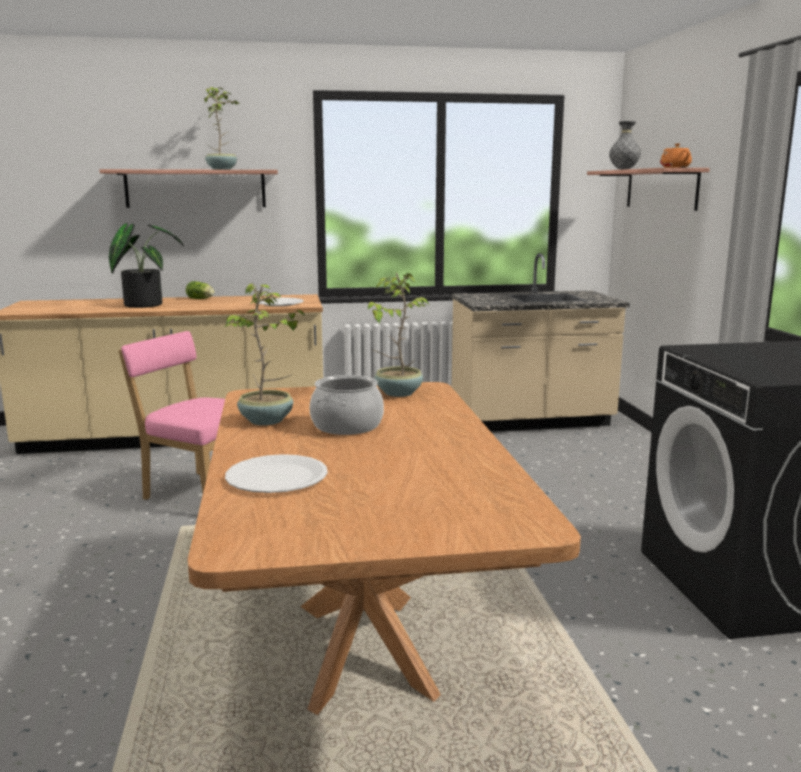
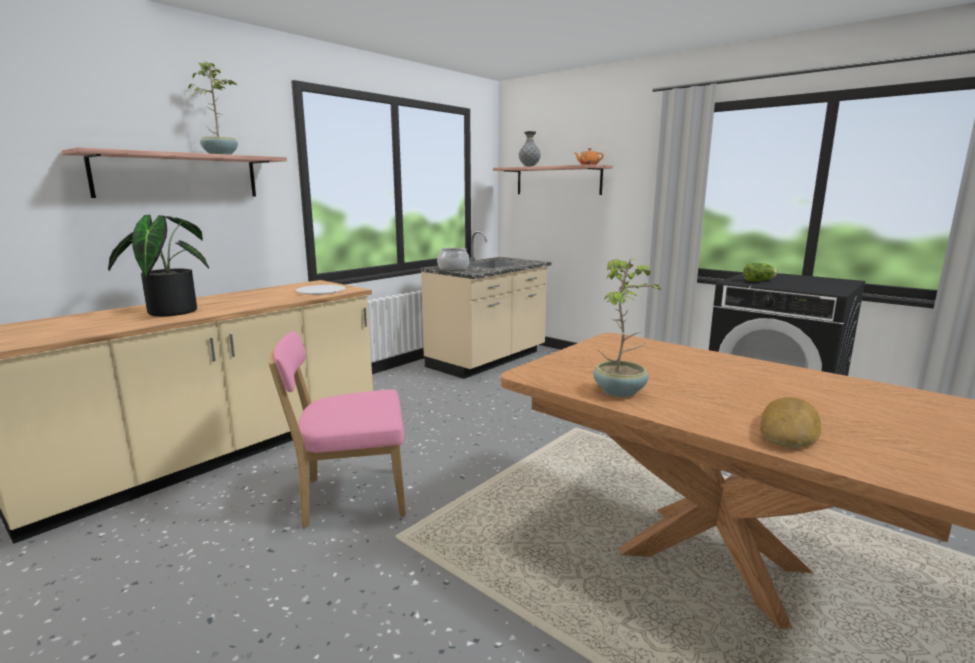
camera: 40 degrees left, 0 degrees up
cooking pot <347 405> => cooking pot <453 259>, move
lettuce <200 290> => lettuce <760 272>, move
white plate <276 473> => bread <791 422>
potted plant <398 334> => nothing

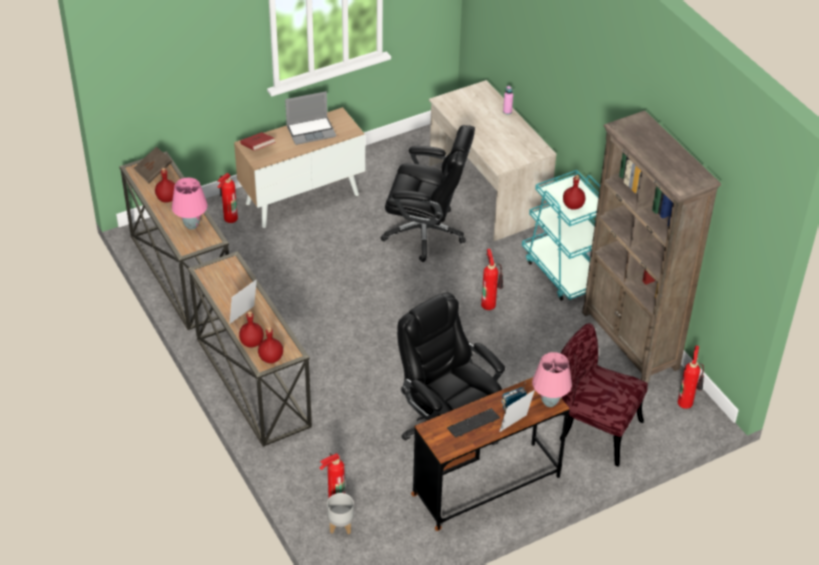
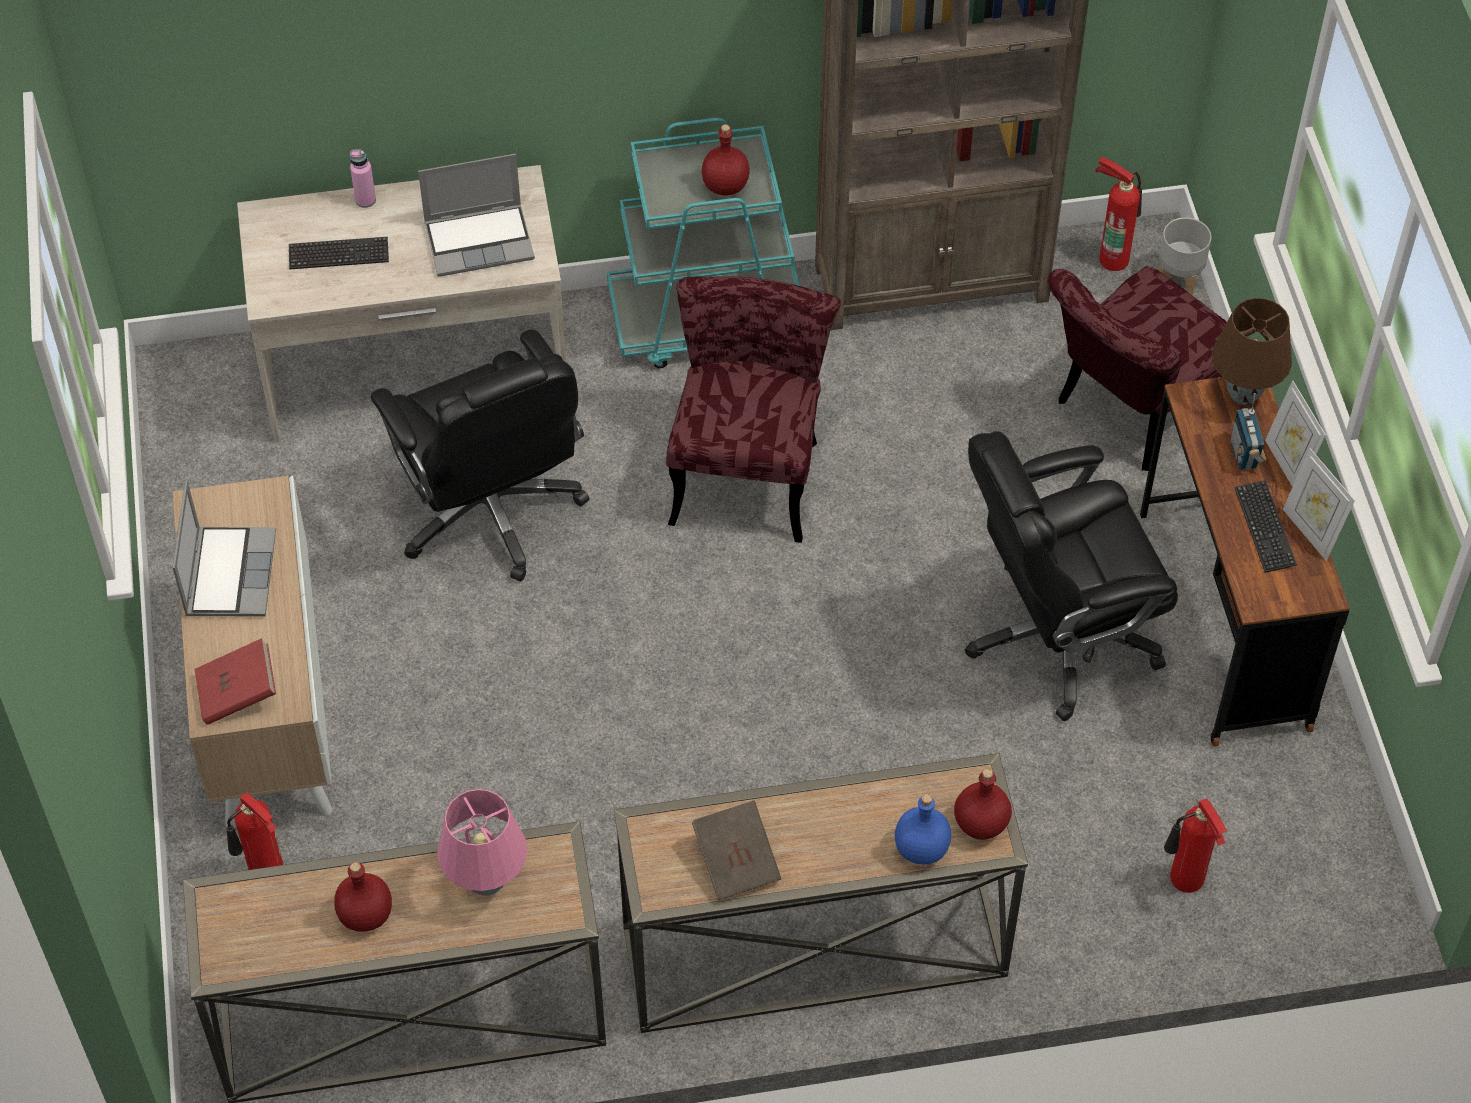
camera: 70 degrees left, 10 degrees up
nothing => keyboard <339 253>
black office chair <427 193> => black office chair <480 455>, 120 degrees clockwise
nothing => laptop <476 215>
fire extinguisher <492 279> => red chair <753 409>
brown book <152 165> => brown book <736 851>, move
red bottle <251 329> => blue bottle <923 829>
grey planter <340 514> => grey planter <1185 256>, move
pink table lamp <552 379> => brown table lamp <1252 351>
picture frame <243 301> => picture frame <1319 504>, move

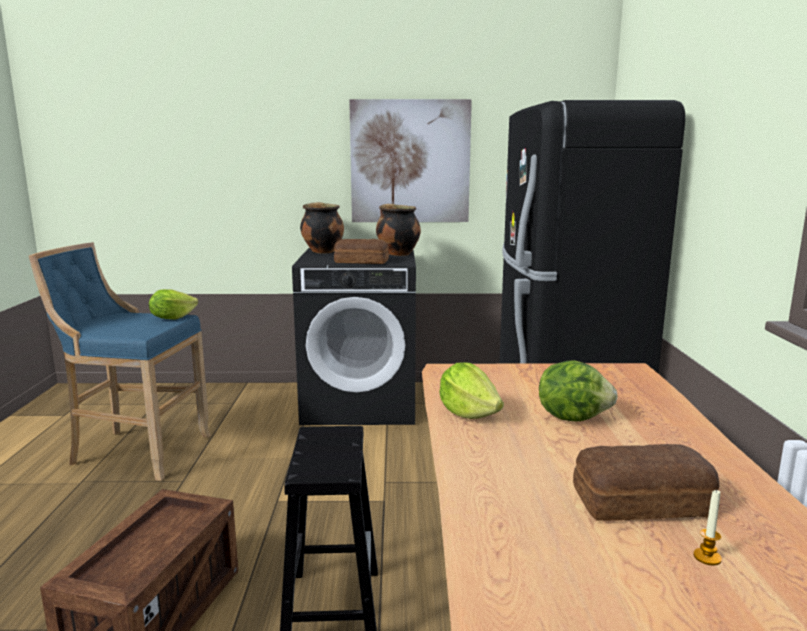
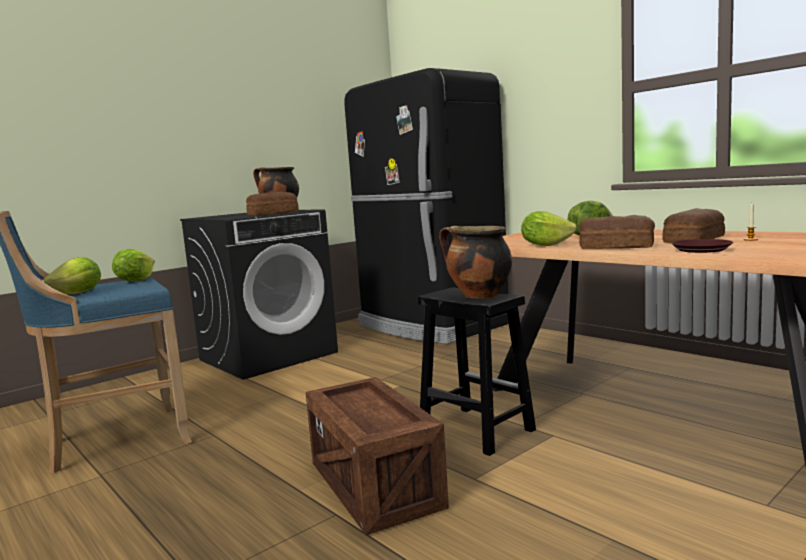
camera: 40 degrees left, 5 degrees down
nothing => lettuce <71 275>
cooking pot <322 227> => cooking pot <475 262>, move
nothing => bread <617 232>
nothing => brown plate <702 246>
picture <410 160> => nothing

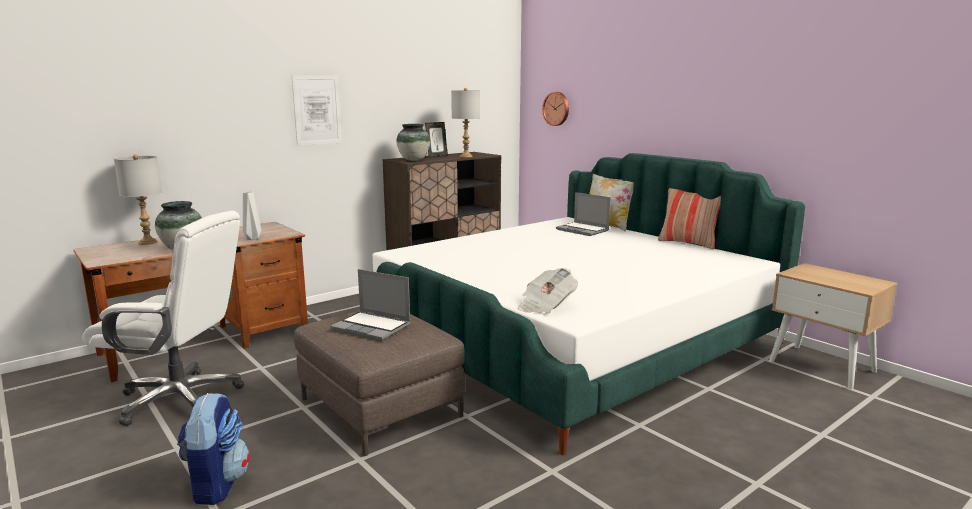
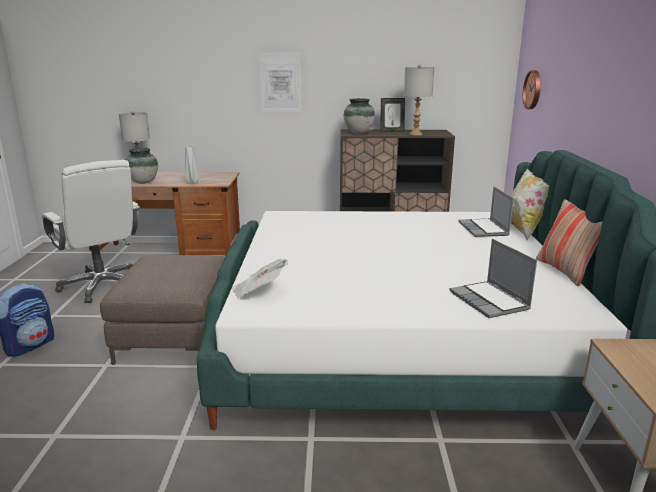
camera: 40 degrees right, 5 degrees up
laptop <371 305> => laptop <493 278>, move

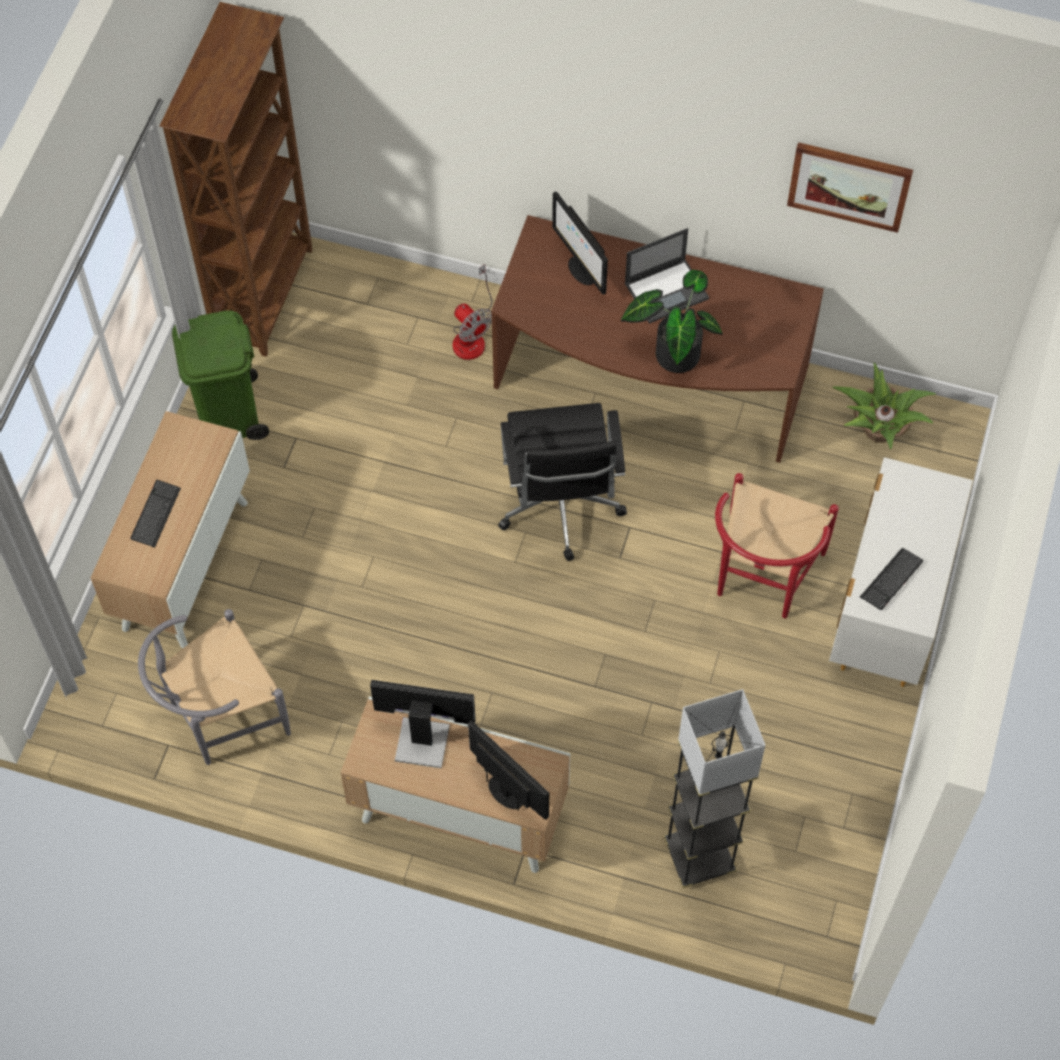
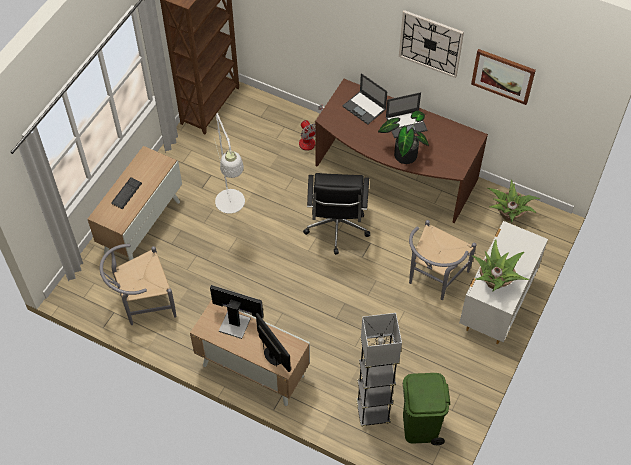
camera: 10 degrees right, 5 degrees down
nothing => white floor lamp <229 163>
monitor <580 243> => laptop <365 99>
nothing => wall clock <431 44>
green trash can <220 375> => green trash can <426 409>, move
red chair <777 545> => grey chair <442 260>
keyboard <891 579> => potted plant <500 265>

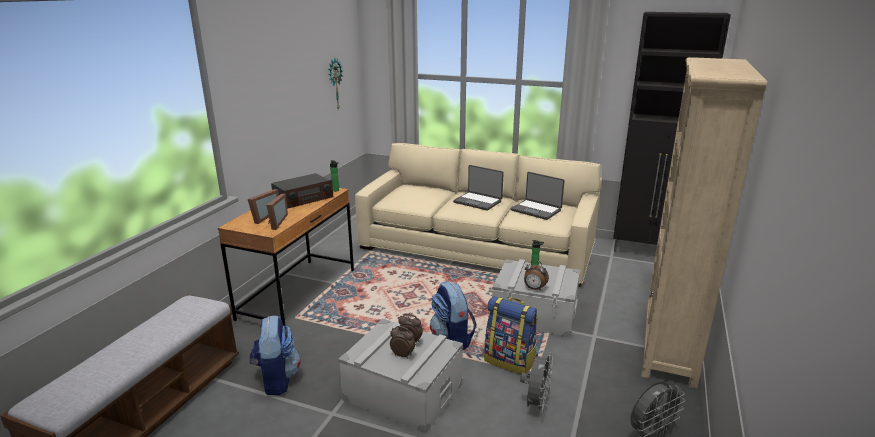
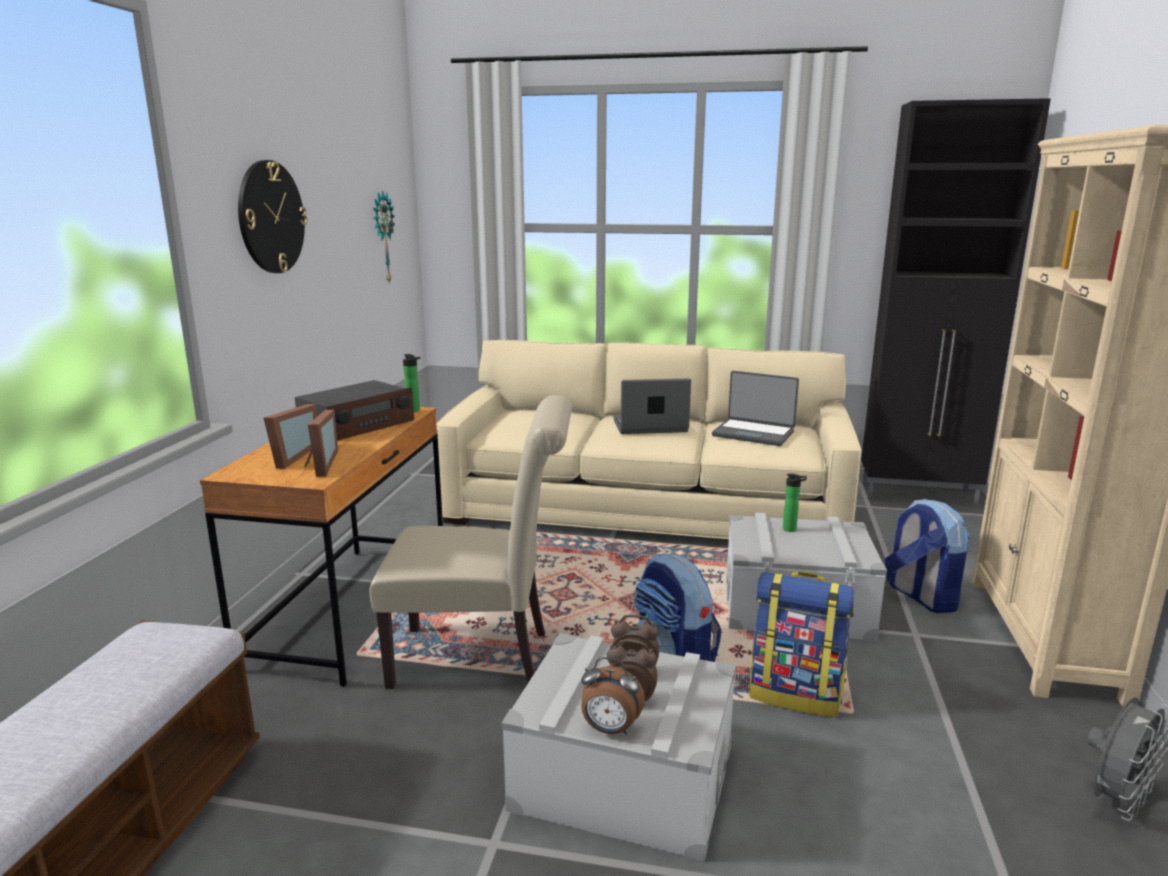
camera: 10 degrees left, 5 degrees down
nothing => wall clock <272 216>
nothing => beige chair <471 542>
alarm clock <536 275> => alarm clock <613 696>, move
laptop <478 188> => laptop <652 406>, 150 degrees clockwise
backpack <275 355> => backpack <927 556>, move
grey fan <536 382> => nothing

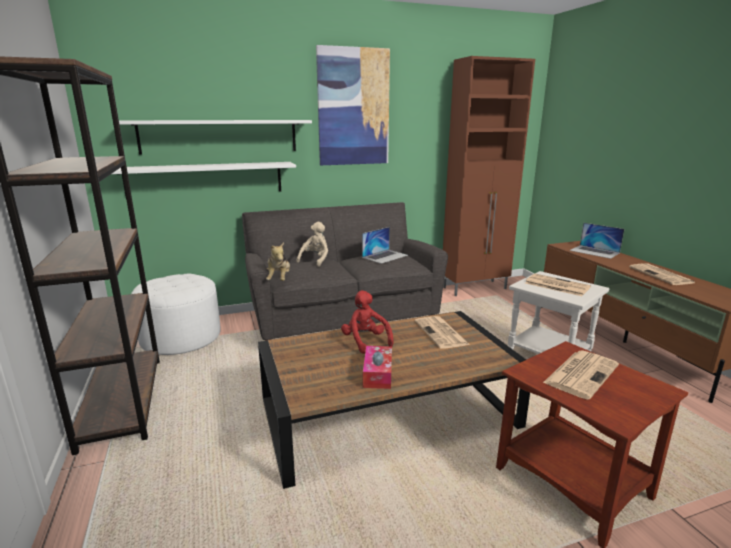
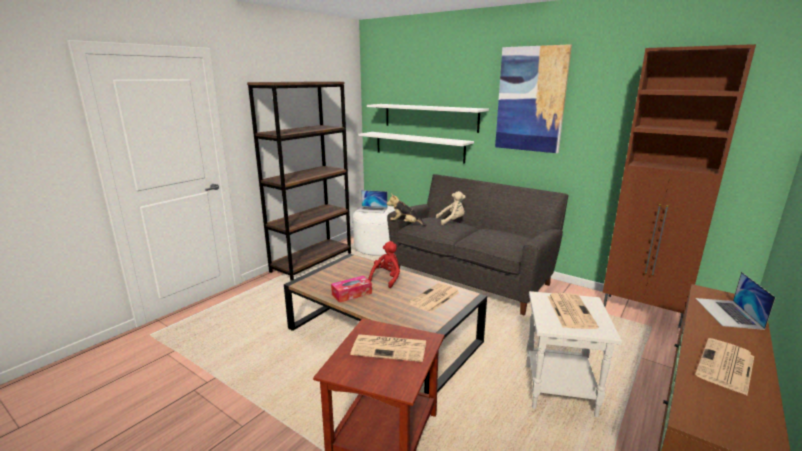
camera: 55 degrees right, 0 degrees up
laptop <385 245> => laptop <372 201>, move
plush toy <278 261> => plush toy <407 210>, 60 degrees clockwise

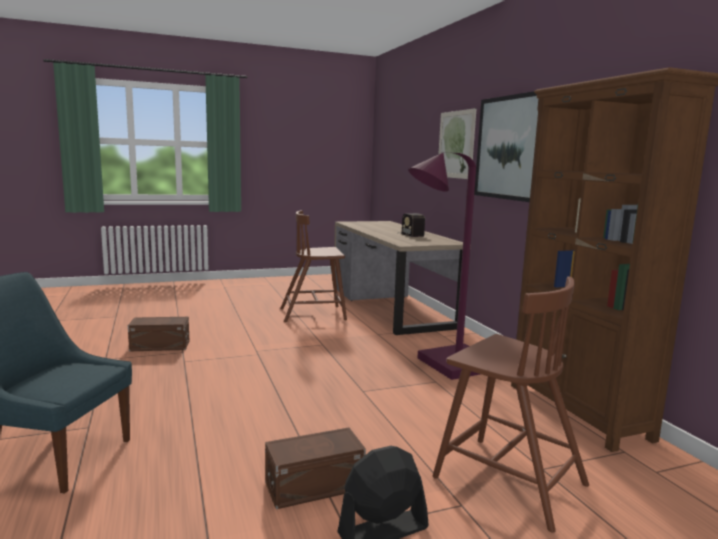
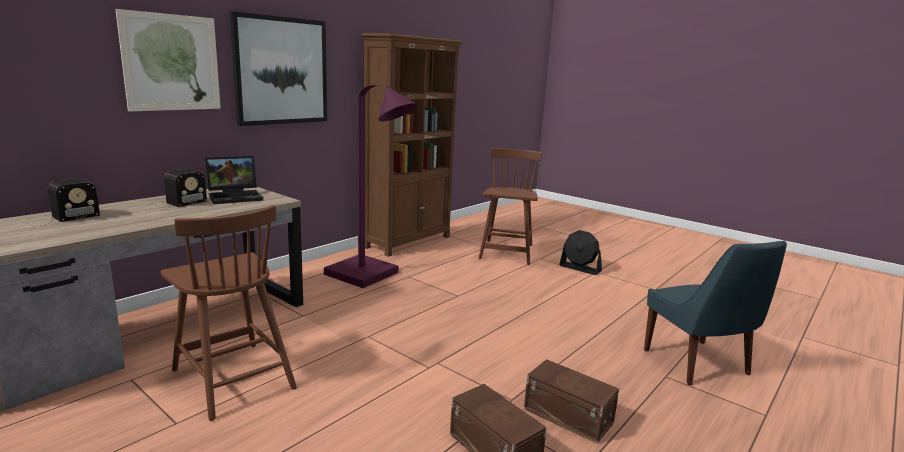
camera: 120 degrees left, 5 degrees up
nothing => radio <62 202>
nothing => laptop <234 180>
brown storage box <315 468> => brown storage box <571 401>, move

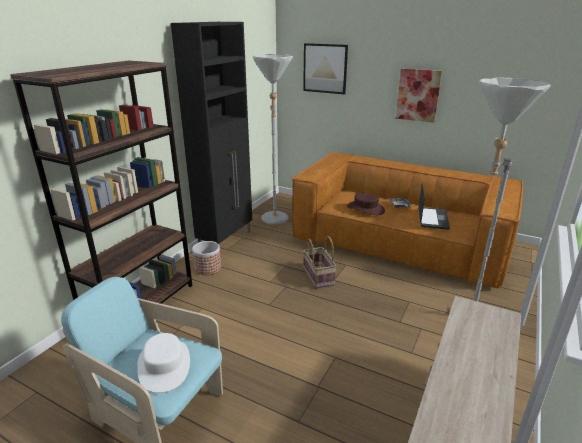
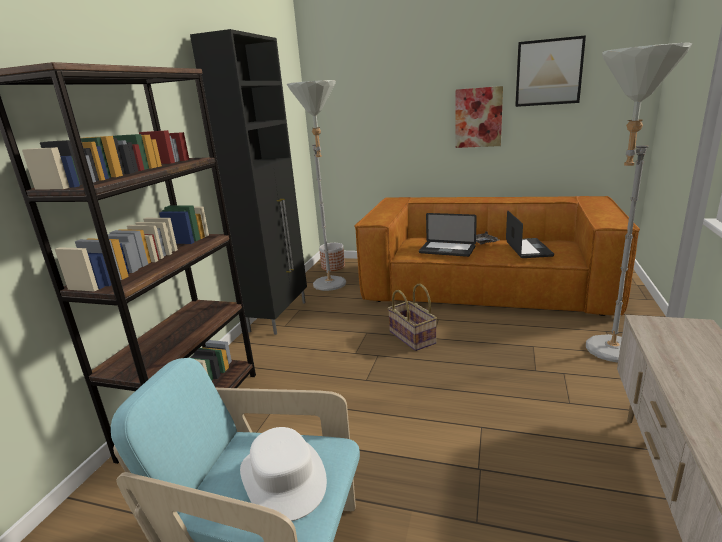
camera: 10 degrees left, 5 degrees down
planter <206 258> => planter <332 257>, move
brown hat <366 203> => laptop <448 235>
picture <325 68> => picture <550 71>, move

